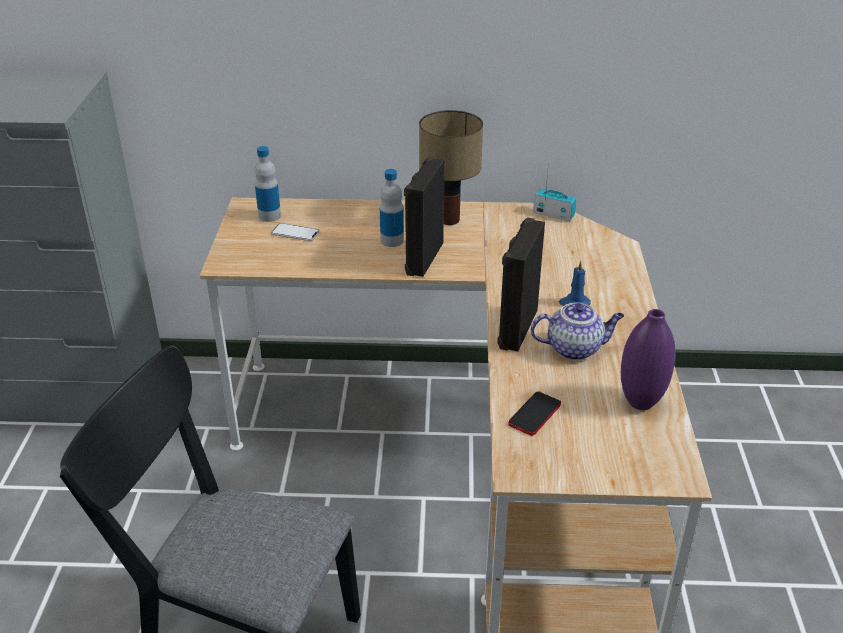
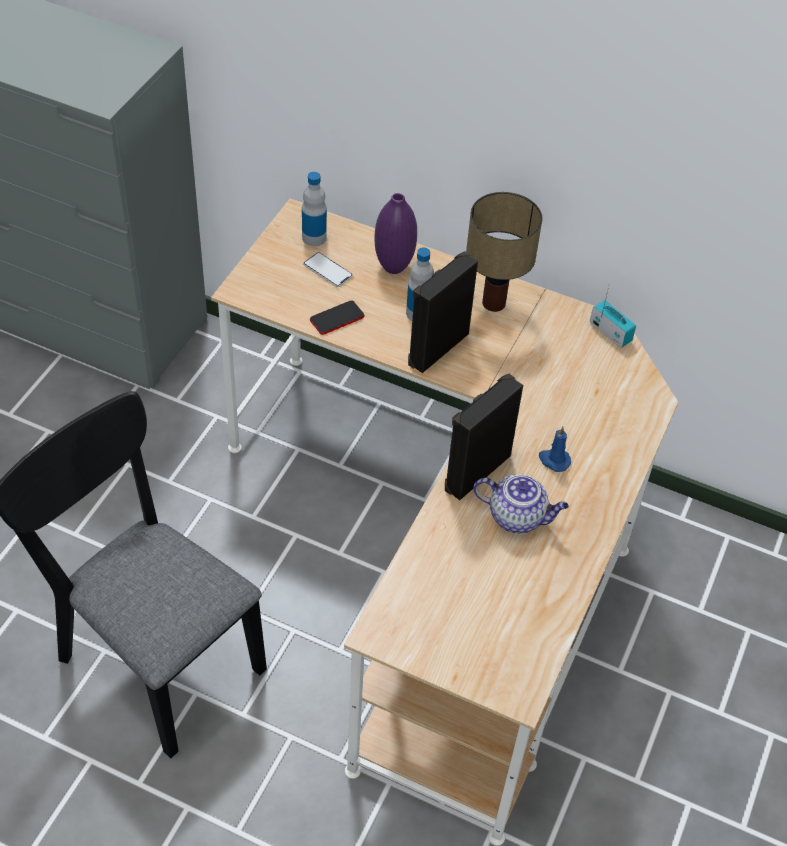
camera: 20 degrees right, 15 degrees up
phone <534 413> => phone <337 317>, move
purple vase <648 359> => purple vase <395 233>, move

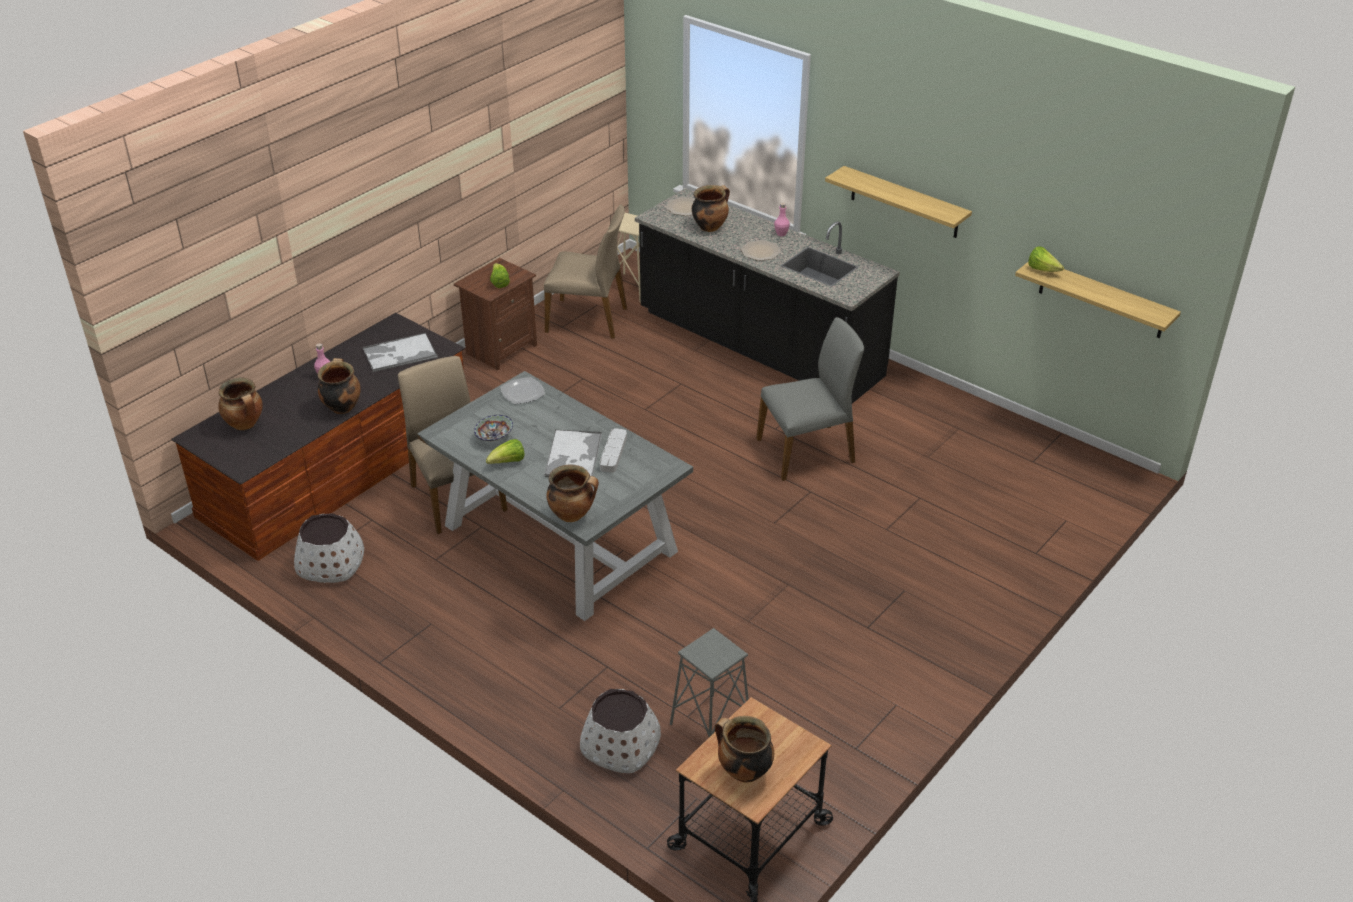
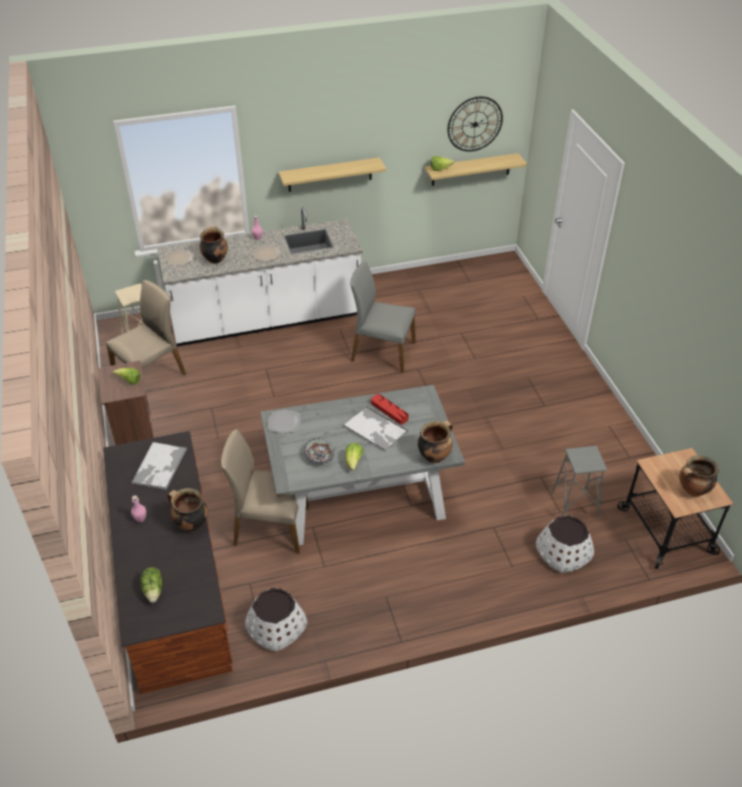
camera: 55 degrees left, 5 degrees up
cooking pot <240 403> => lettuce <151 585>
black counter <767 295> => white counter <260 276>
grey chair <810 399> => grey chair <383 317>, 90 degrees counterclockwise
grey tray <613 450> => red tray <390 409>
nothing => wall clock <475 124>

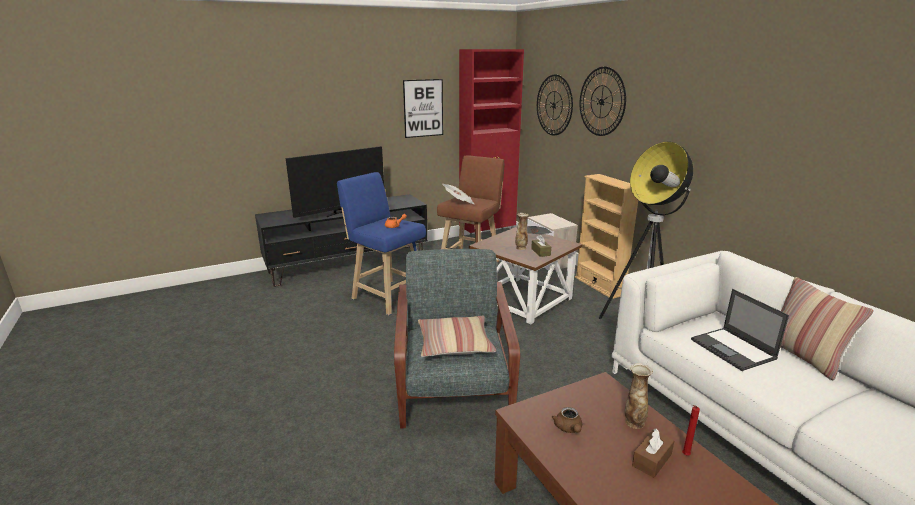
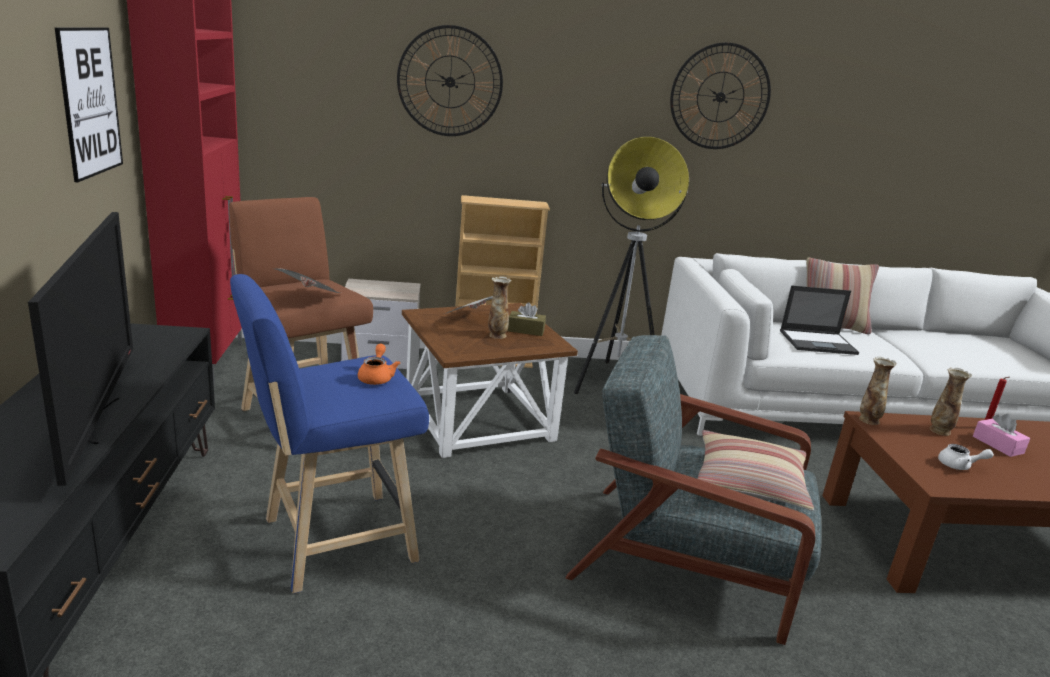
camera: 70 degrees left, 0 degrees up
wall clock <555 104> => wall clock <720 95>, move
nothing => vase <878 391>
brown teapot <567 420> => white teapot <966 457>
brown tissue box <653 453> => pink tissue box <1002 435>

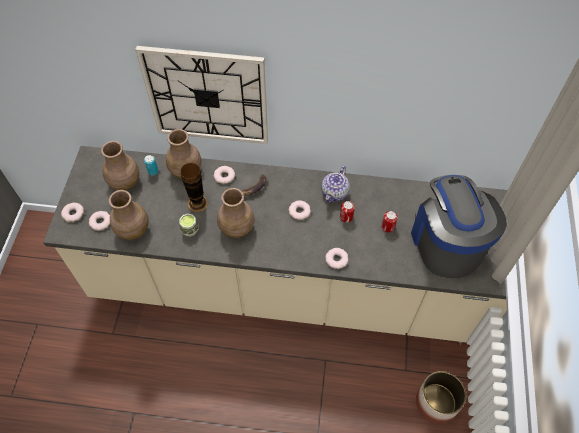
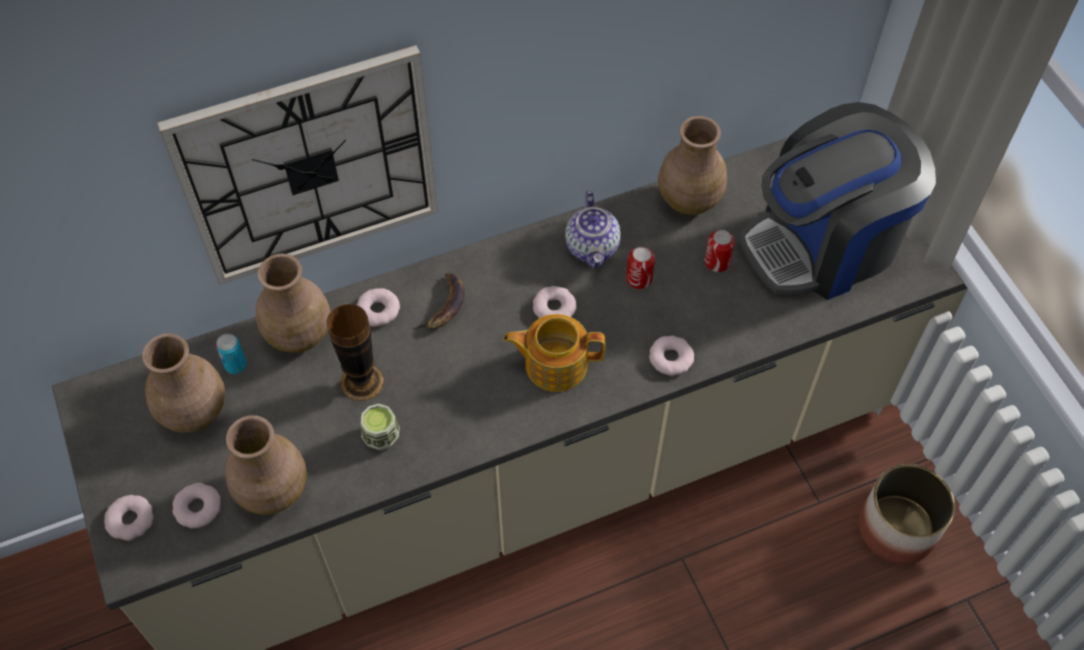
camera: 30 degrees left, 0 degrees up
nothing => teapot <554 353>
brown vase <236 213> => brown vase <692 165>, move
coffee machine <459 226> => coffee machine <837 201>, 75 degrees counterclockwise

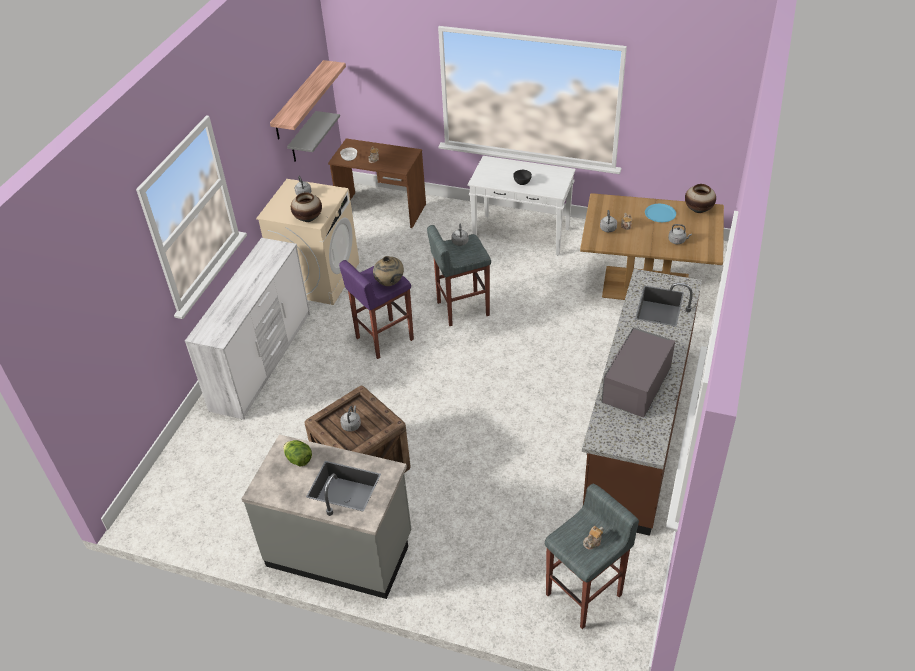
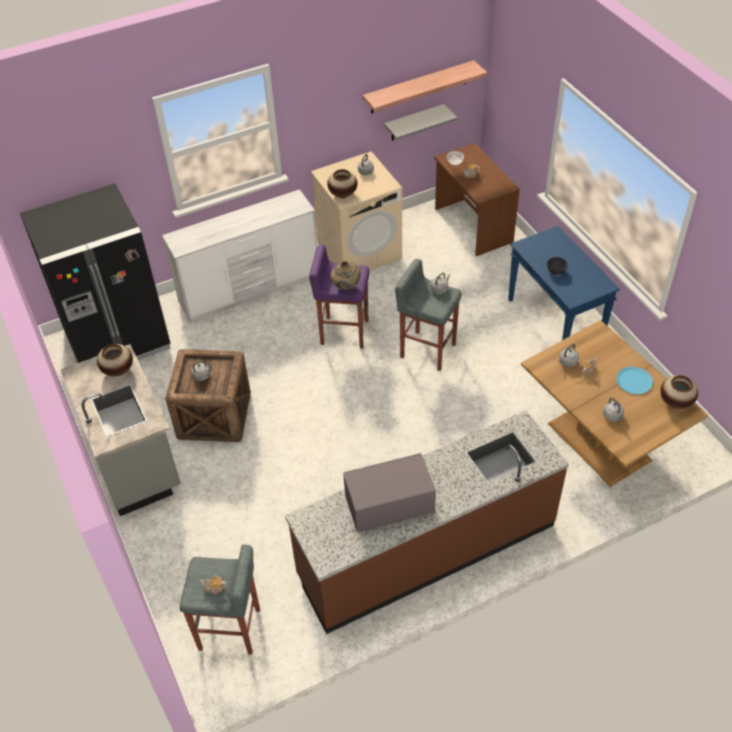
camera: 45 degrees right, 5 degrees up
nothing => black fridge <95 273>
lettuce <297 453> => vase <115 360>
white console table <522 205> => blue console table <564 283>

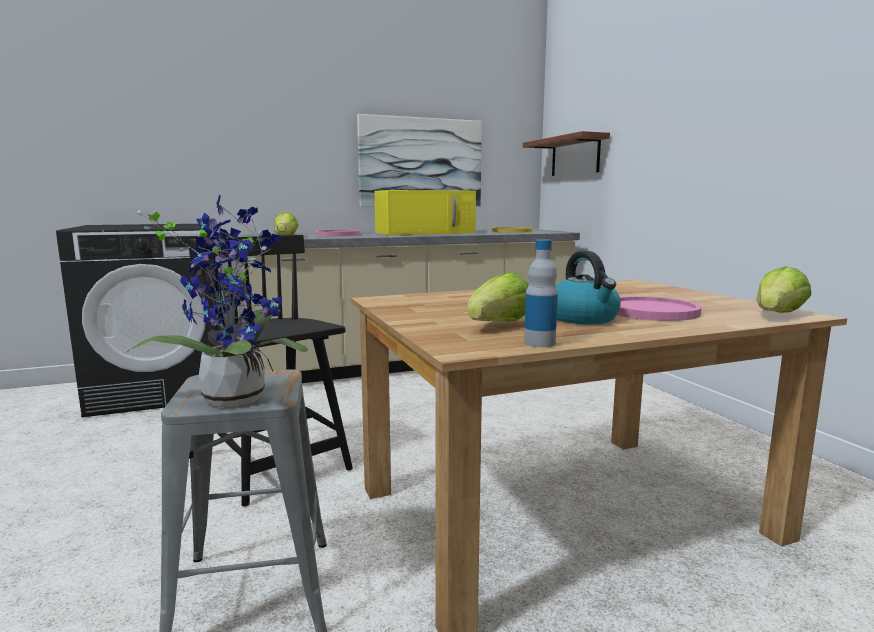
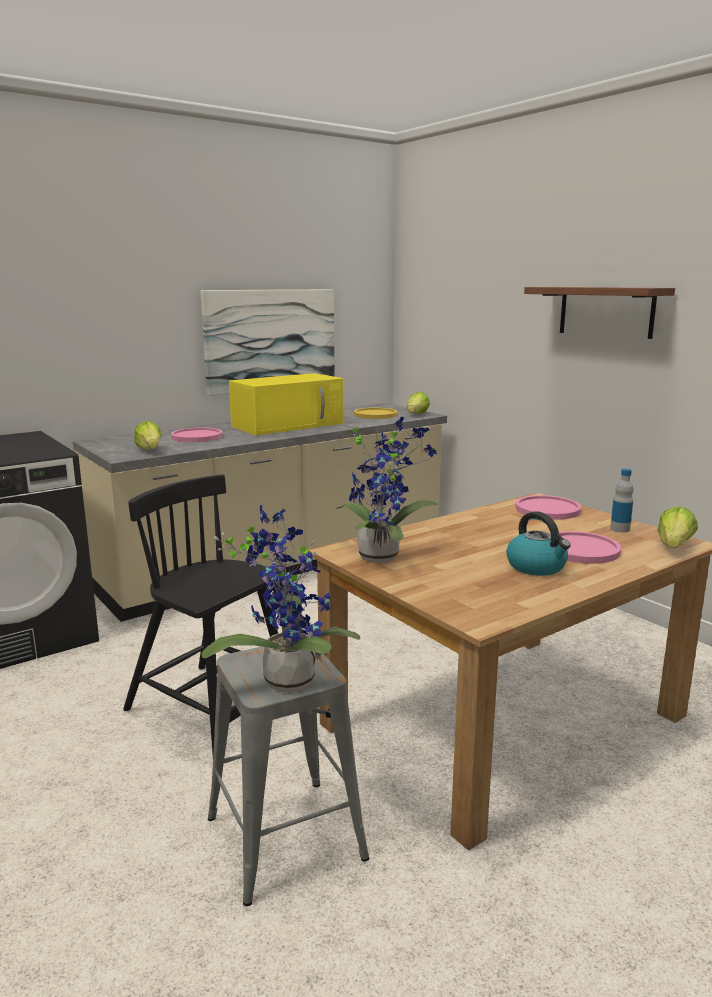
camera: 15 degrees left, 5 degrees up
nothing => potted plant <387 489>
lettuce <498 296> => lettuce <418 403>, move
nothing => pink plate <548 507>
shelf <566 153> => shelf <599 313>, move
bottle <541 293> => bottle <622 500>, move

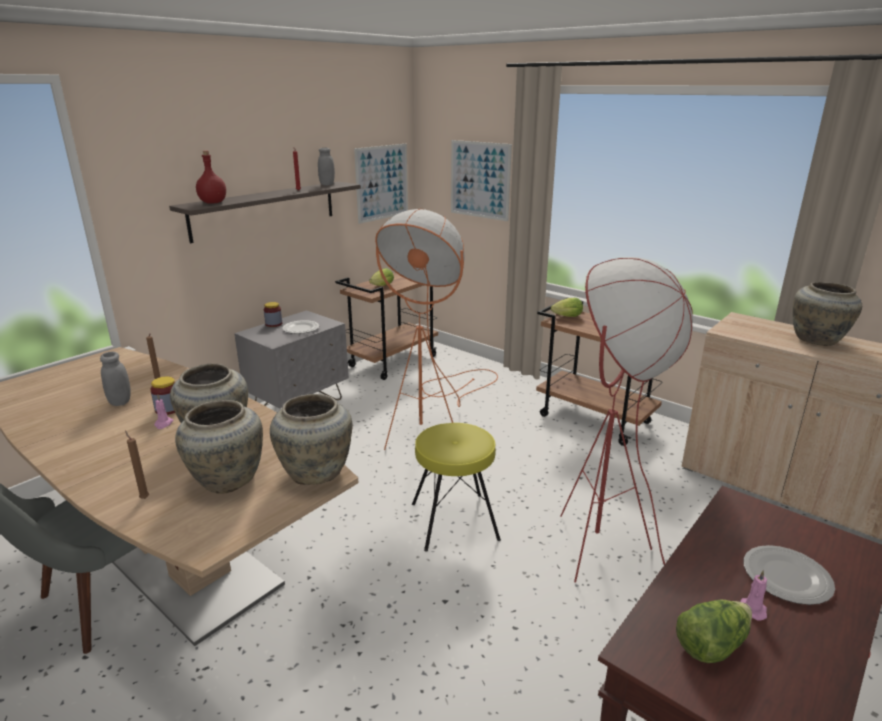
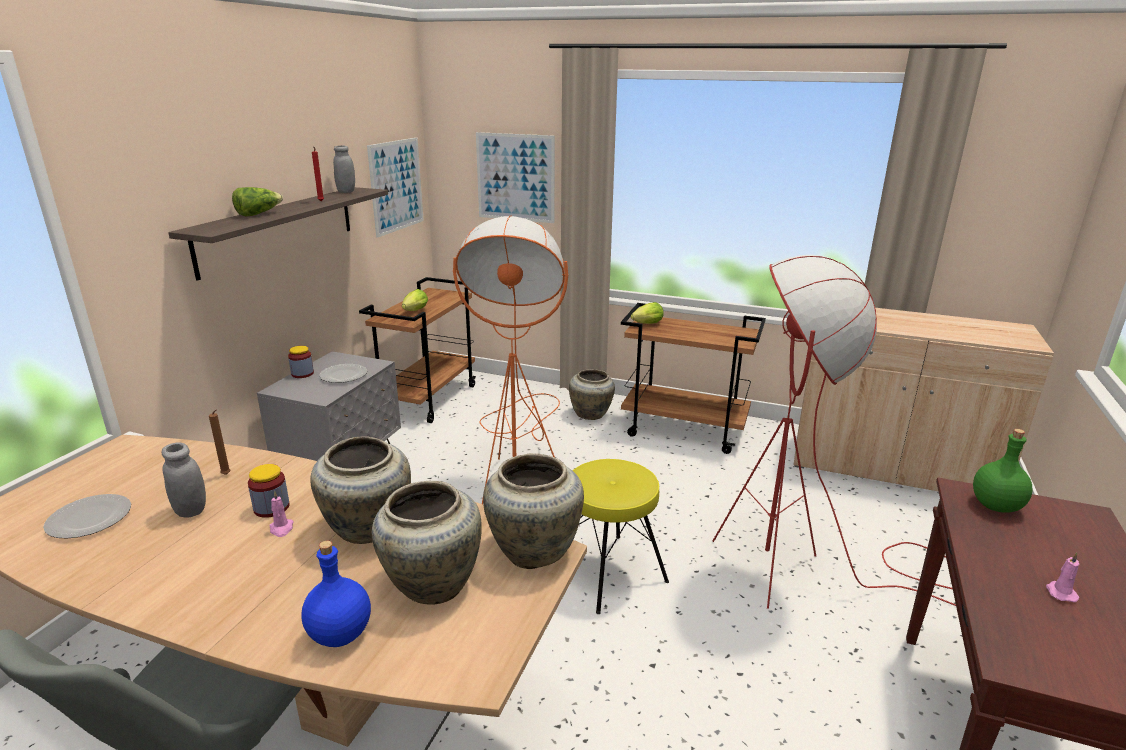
camera: 20 degrees left, 0 degrees up
plate <789 575> => plate <87 516>, move
lettuce <714 631> => lettuce <257 201>, move
brown candle <137 465> => blue bottle <336 594>
beige vase <827 314> => beige vase <592 394>, move
nothing => green bottle <1002 471>
red bottle <211 177> => nothing

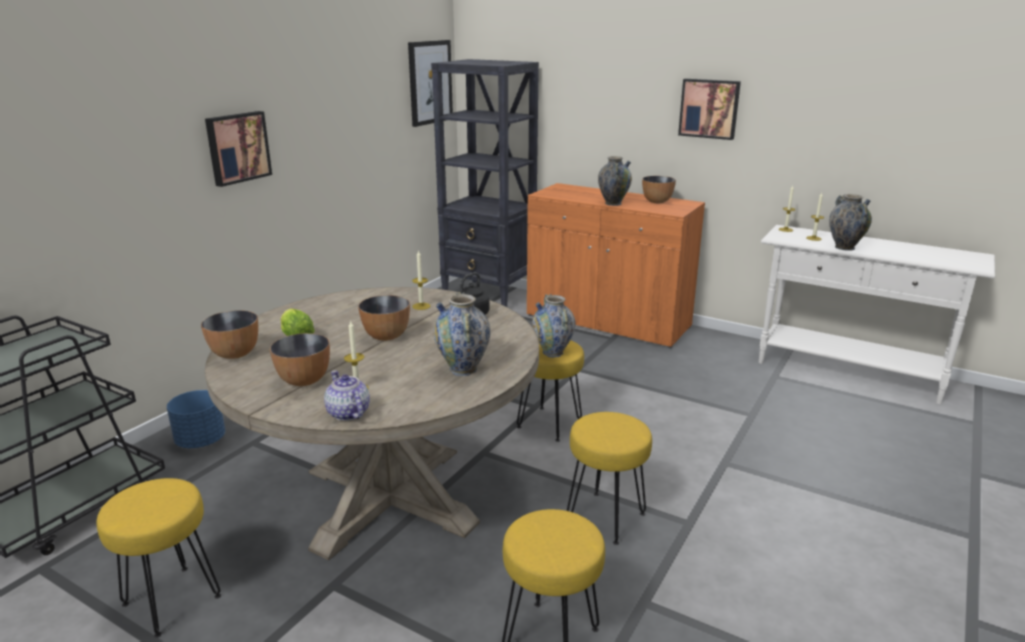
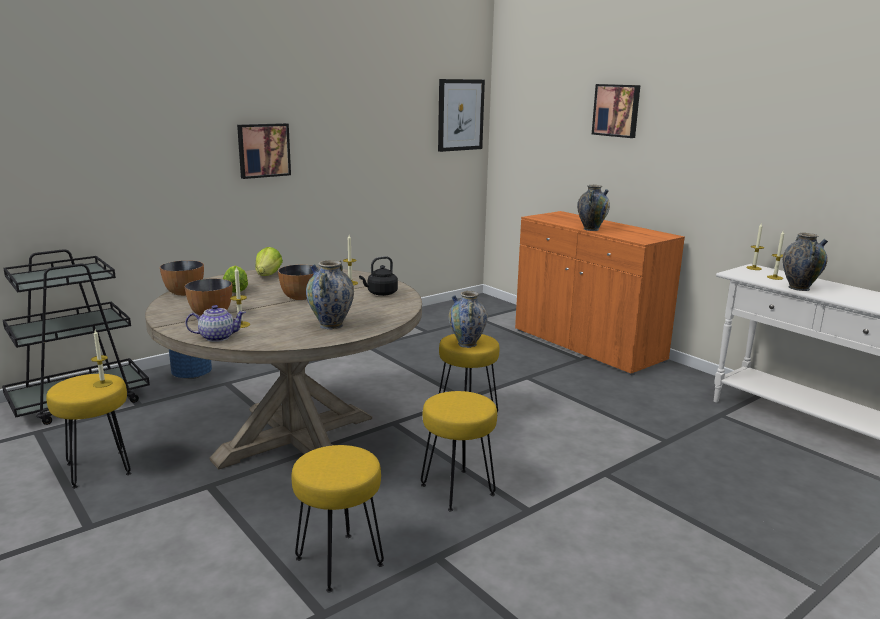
camera: 20 degrees right, 5 degrees down
nothing => candle <102 359>
teapot <347 396> => teapot <215 323>, 90 degrees clockwise
nothing => lettuce <269 261>
picture <709 109> => picture <616 111>, move
black bookcase <485 183> => nothing
bowl <659 189> => nothing

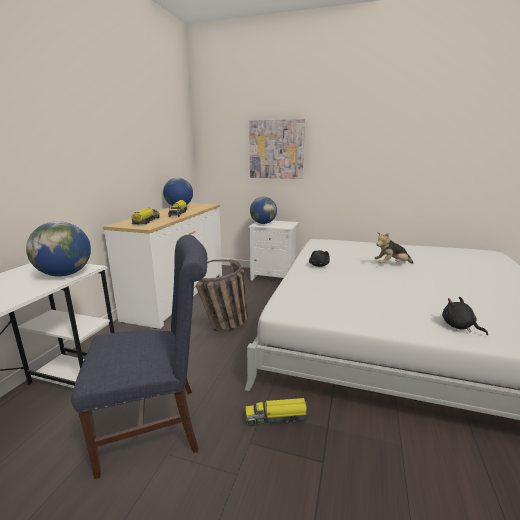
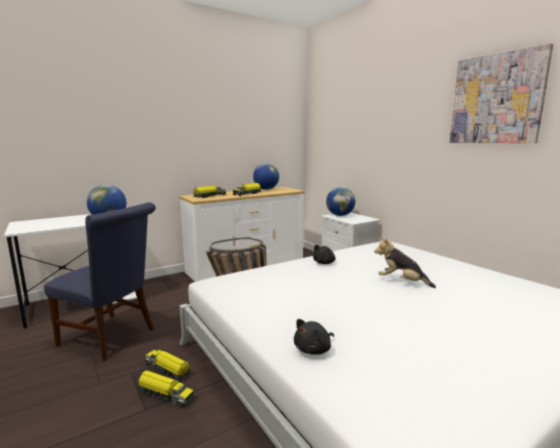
camera: 40 degrees right, 5 degrees down
nothing => toy truck <166 389>
black plush toy <465 316> => black plush toy <314 337>, 135 degrees counterclockwise
picture <277 149> => picture <501 93>, move

